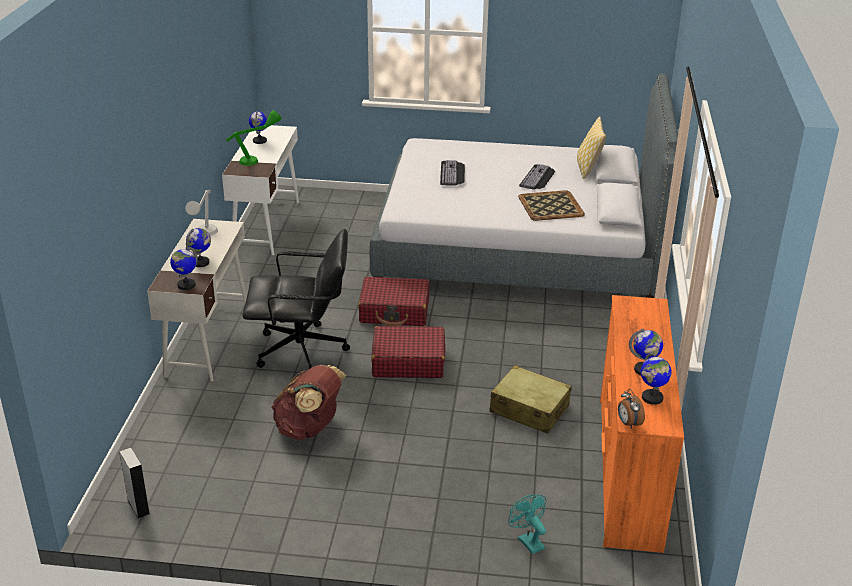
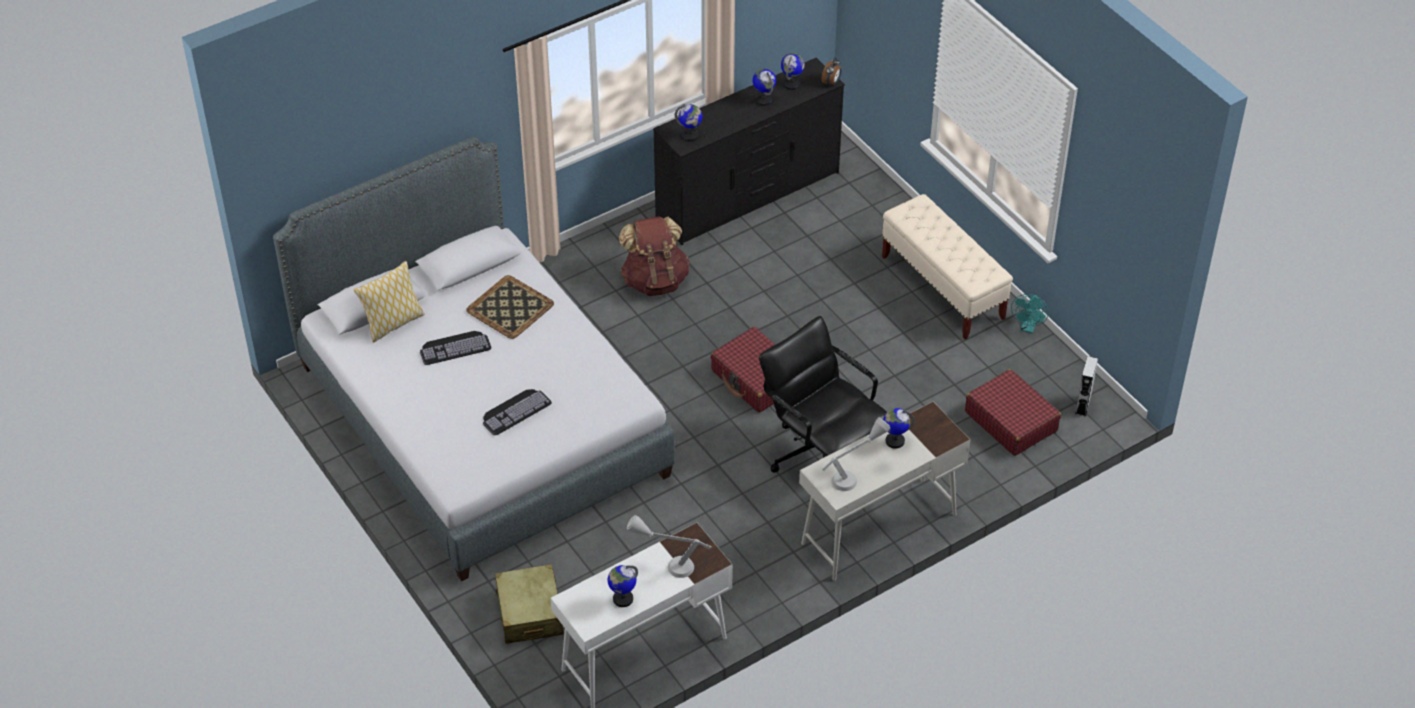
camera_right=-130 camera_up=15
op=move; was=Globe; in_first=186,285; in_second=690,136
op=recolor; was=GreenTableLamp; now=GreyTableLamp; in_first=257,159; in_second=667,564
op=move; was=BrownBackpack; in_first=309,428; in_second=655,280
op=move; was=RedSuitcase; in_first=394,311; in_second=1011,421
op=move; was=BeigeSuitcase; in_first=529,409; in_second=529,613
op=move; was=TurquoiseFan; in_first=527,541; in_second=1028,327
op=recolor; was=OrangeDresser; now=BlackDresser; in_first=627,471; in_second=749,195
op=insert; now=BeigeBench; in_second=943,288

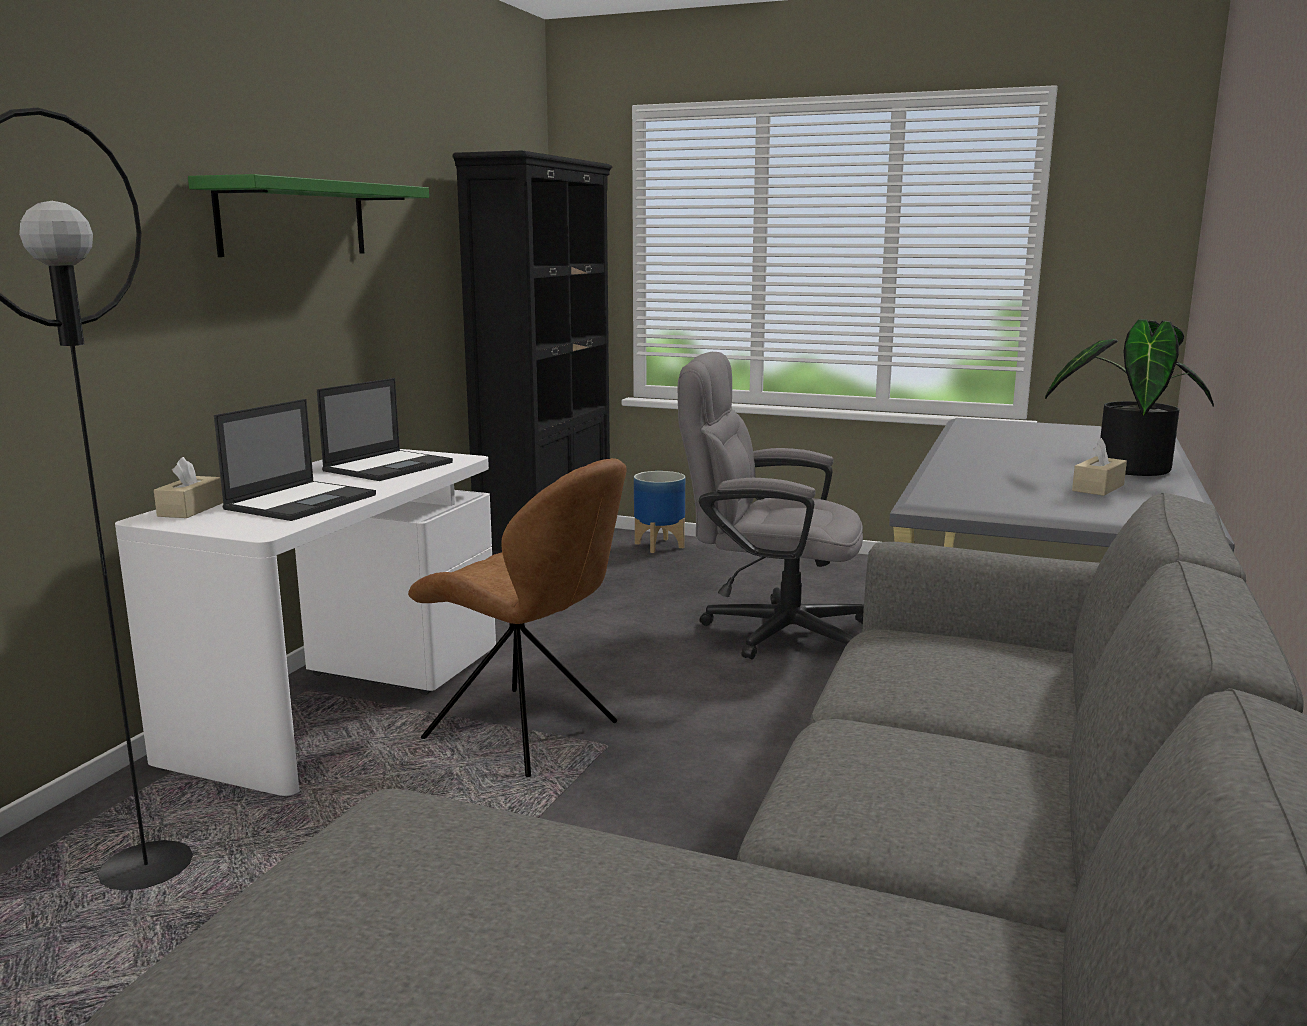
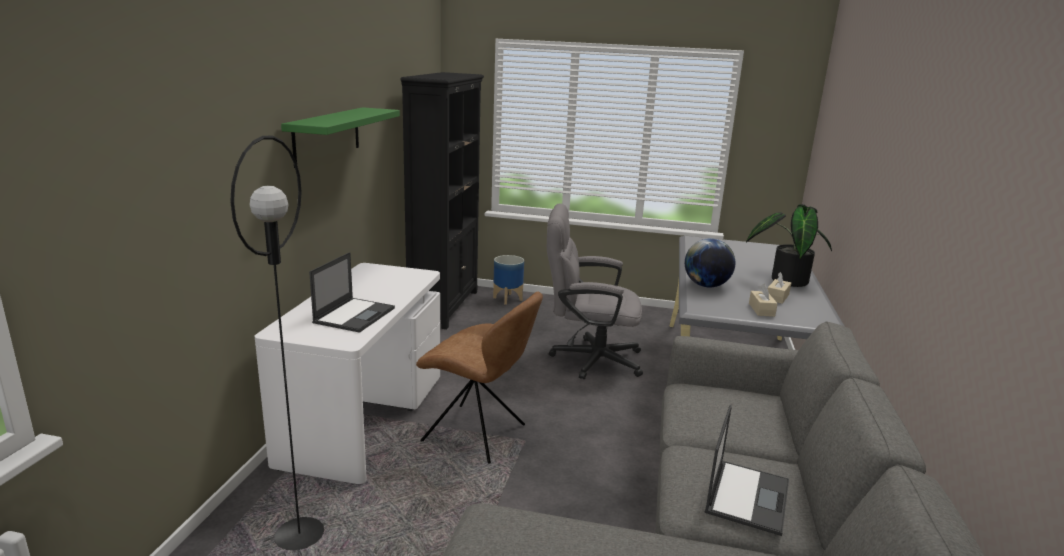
camera_right=-10 camera_up=5
op=move; was=BeigeTissueBox; in_first=191,509; in_second=761,310
op=move; was=Laptop; in_first=389,466; in_second=747,496
op=insert; now=Globe; in_second=706,285

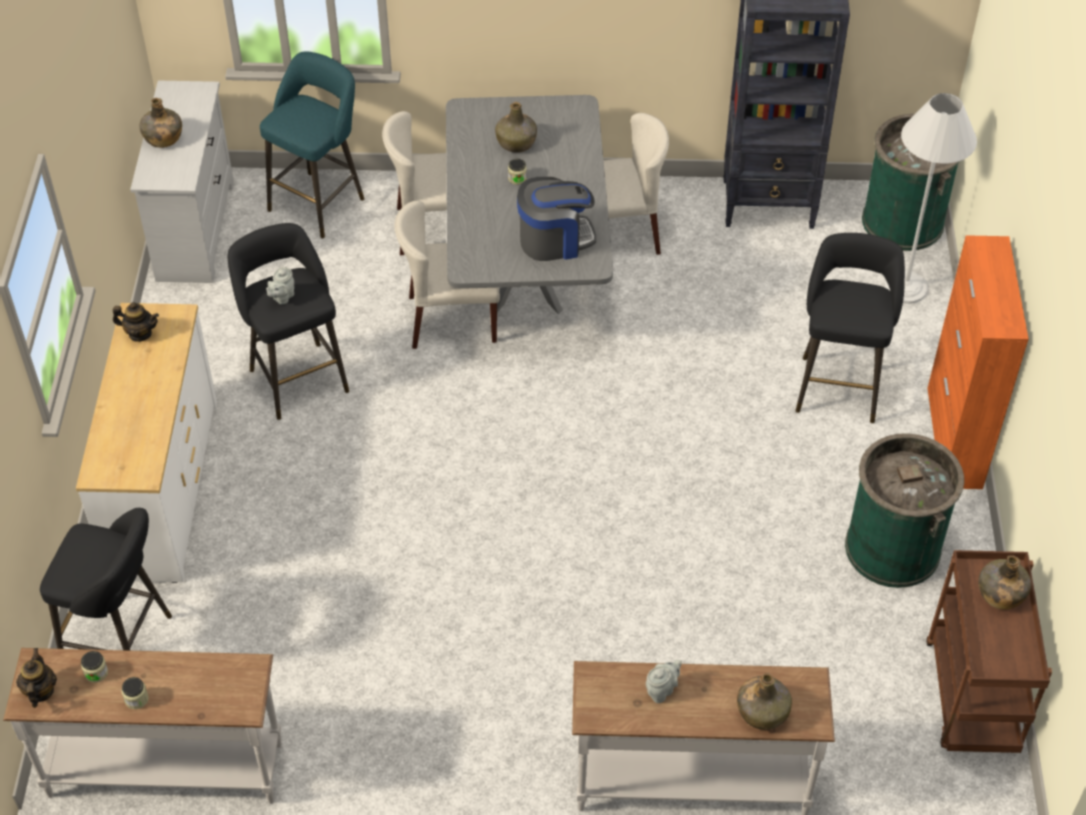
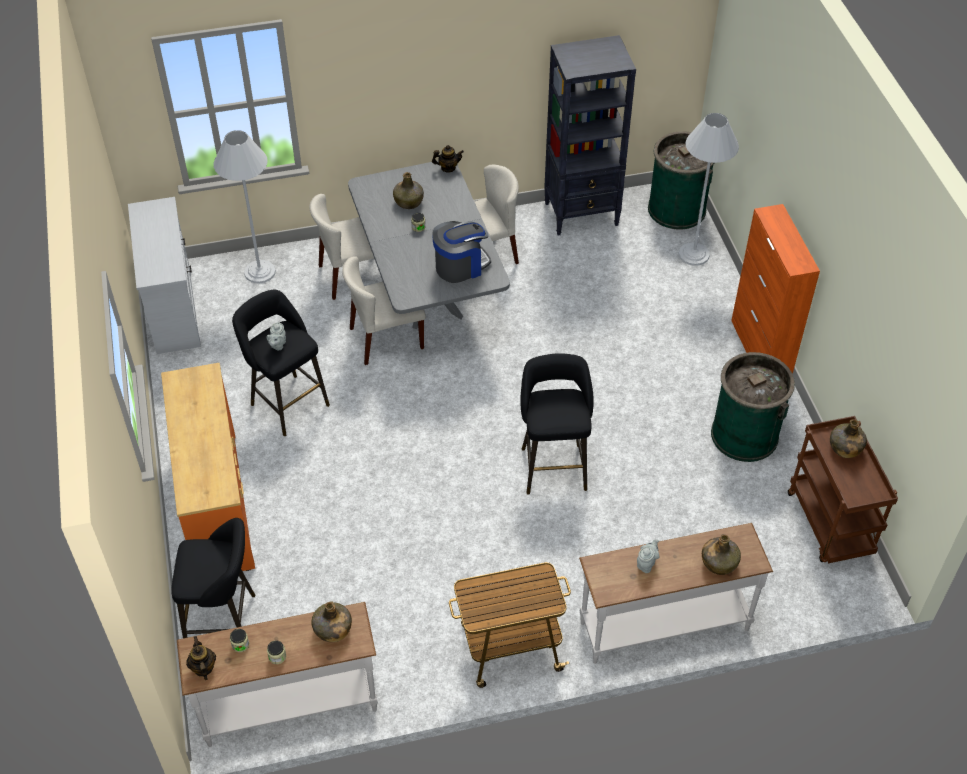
camera_right=-15 camera_up=0
op=recolor; was=WhiteDresser; now=OrangeDresser; in_first=163,488; in_second=216,504
op=move; was=Teapot; in_first=140,333; in_second=448,168
op=move; was=GreenBottle; in_first=163,138; in_second=332,629
op=replace; was=TurquoiseStool; now=WhiteFloorLamp; in_first=319,201; in_second=260,272
op=move; was=BlackStool; in_first=838,385; in_second=553,465
op=insert; now=Cart; in_second=509,648

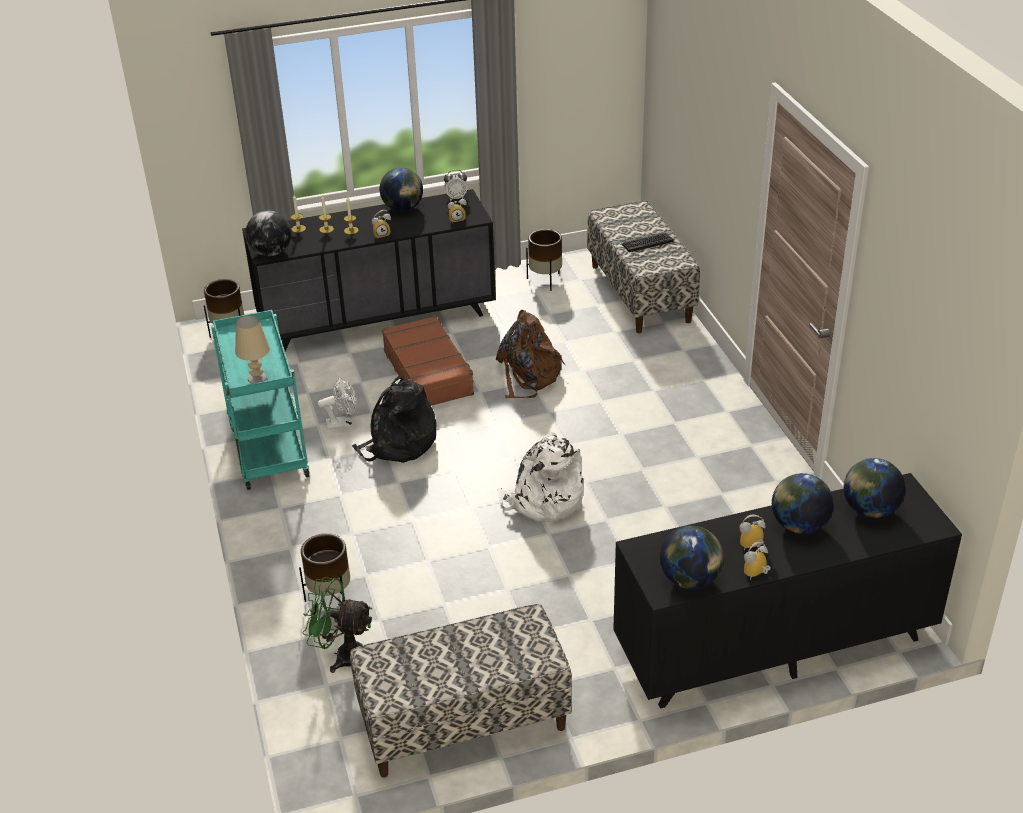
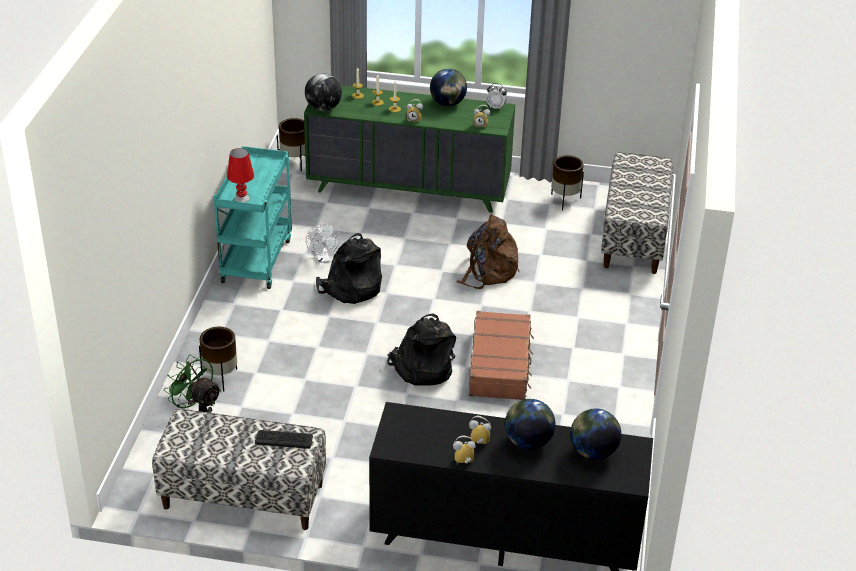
camera_right=25 camera_up=0
op=recolor; was=BeigeTableLamp; now=RedTableLamp; in_first=257,378; in_second=242,198
op=recolor; was=BlackDresser; now=GreenDresser; in_first=377,319; in_second=409,188
op=rotate; was=WhiteFan; in_first=343,423; in_second=323,259; clockwise=60
op=move; was=BrownSuitcase; in_first=428,372; in_second=500,365
op=recolor; was=WhiteBackpack; now=BlackBackpack; in_first=543,501; in_second=422,368
op=move; was=Keyboard; in_first=647,242; in_second=284,439
op=delete; was=Globe; in_first=690,579

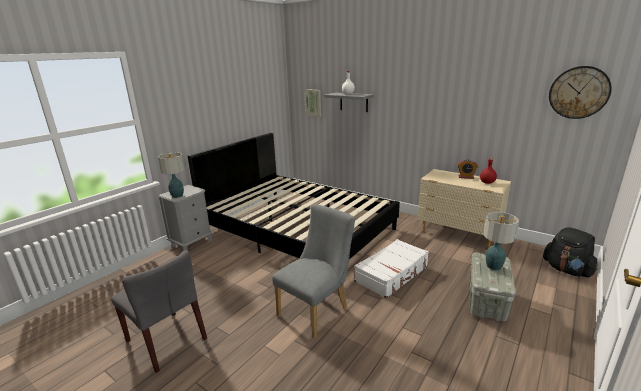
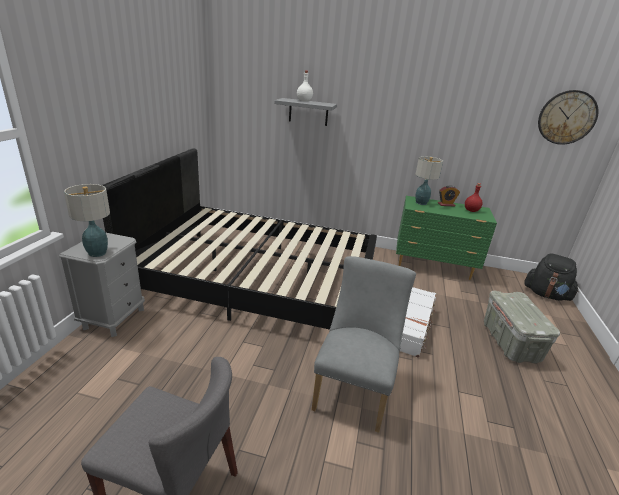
camera_right=-25 camera_up=5
op=delete; was=Picture; in_first=313,102
op=recolor; was=BeigeDresser; now=GreenDresser; in_first=458,235; in_second=434,267
op=move; was=TableLamp; in_first=494,267; in_second=421,203

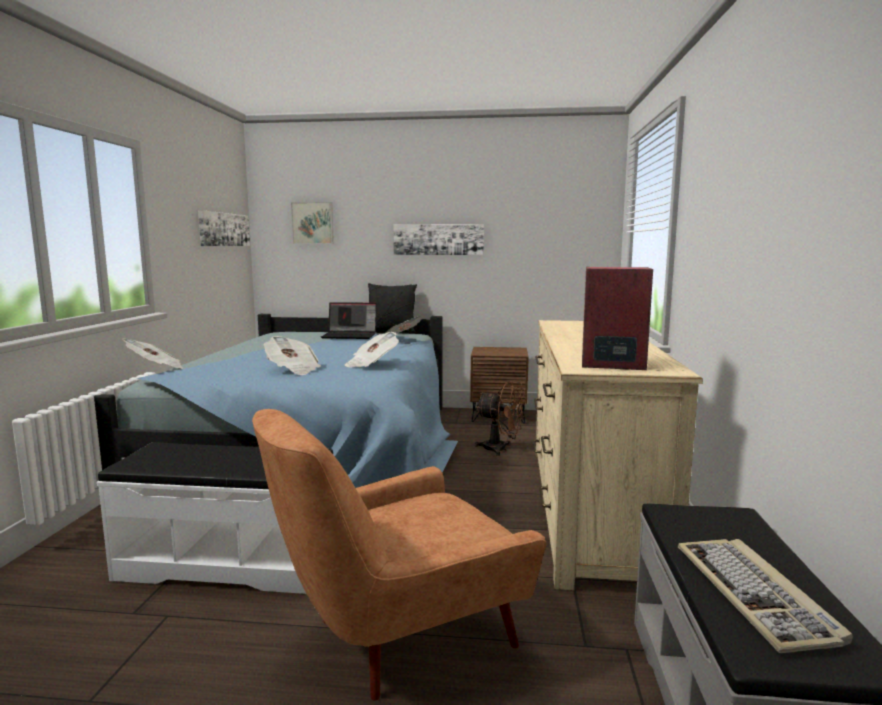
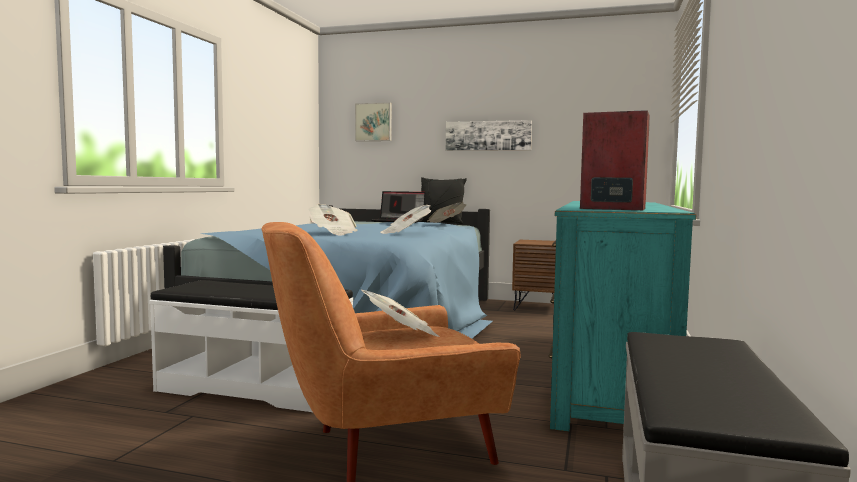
camera_right=10 camera_up=-5
op=move; was=Newspaper; in_first=156,368; in_second=401,334
op=delete; was=Picture; in_first=223,229
op=delete; was=BrownFan; in_first=501,449
op=recolor; was=BeigeDresser; now=TurquoiseDresser; in_first=589,507; in_second=609,376
op=delete; was=Keyboard; in_first=755,595

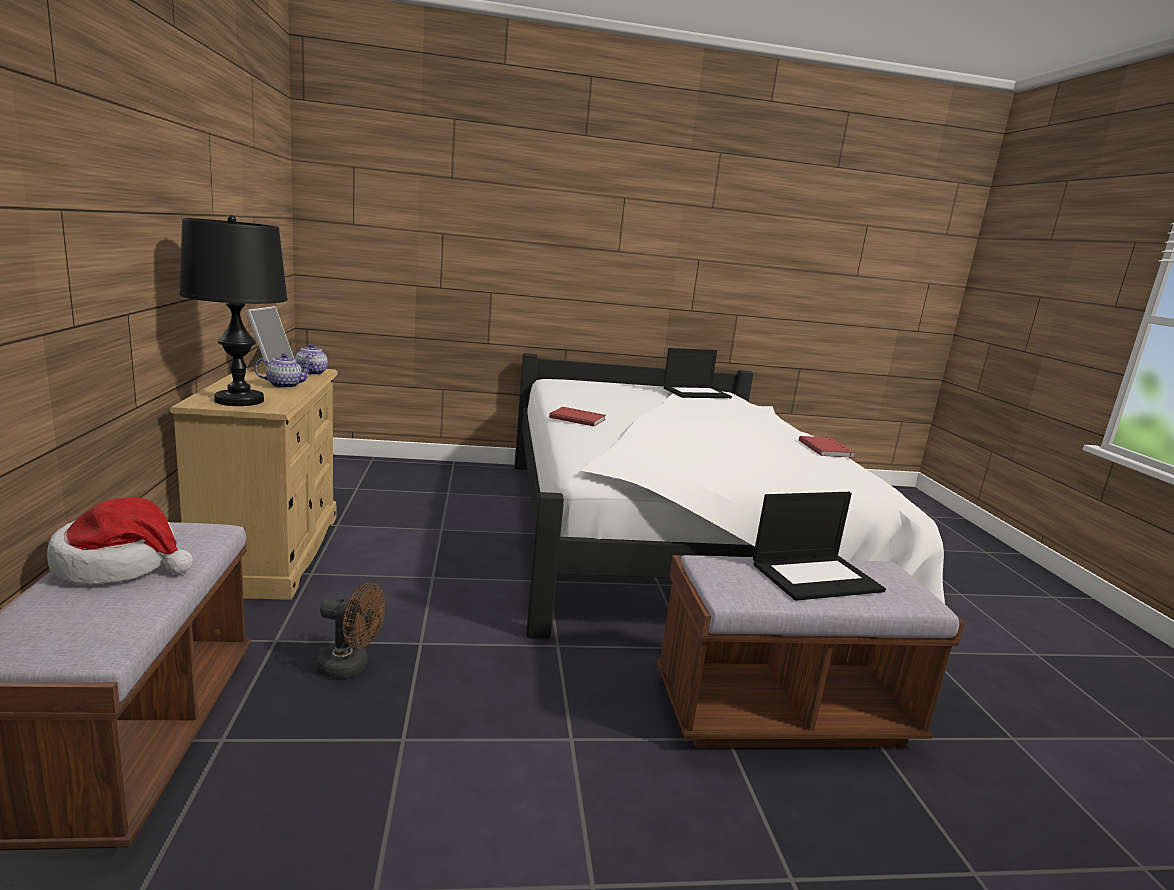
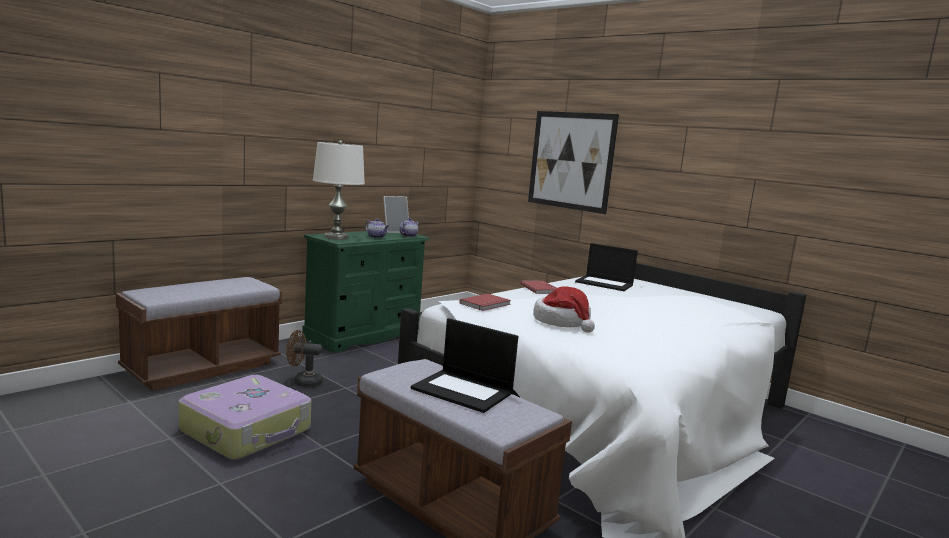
camera_right=50 camera_up=-5
op=move; was=Hat; in_first=120,564; in_second=562,322
op=recolor; was=BeigeDresser; now=GreenDresser; in_first=271,552; in_second=364,335
op=recolor; was=BlackTableLamp; now=WhiteTableLamp; in_first=239,400; in_second=336,237
op=rotate; was=BrownFan; in_first=351,667; in_second=303,382; clockwise=120
op=move; was=Laptop; in_first=696,393; in_second=605,283
op=move; was=RedBook; in_first=827,449; in_second=486,304
op=insert; now=Suitcase; in_second=247,430
op=insert; now=Picture; in_second=571,160

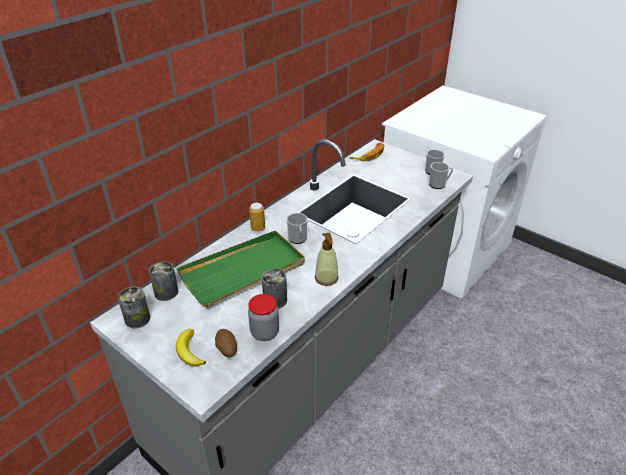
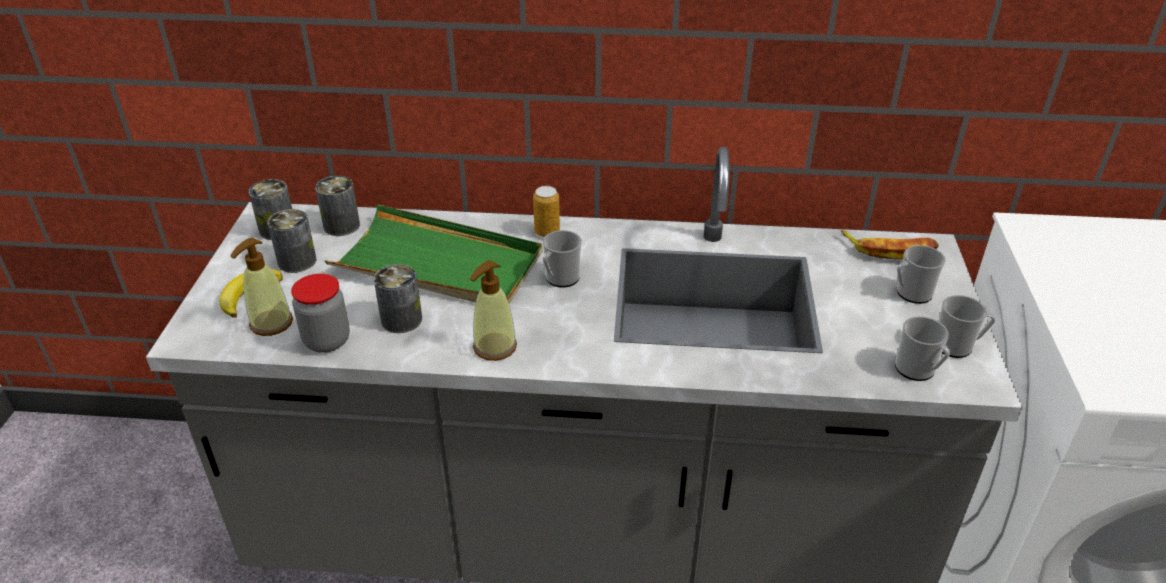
camera_right=55 camera_up=0
op=replace; was=Potato; now=SoapDispenser; in_first=226,350; in_second=271,323
op=insert; now=Can; in_second=297,261
op=insert; now=Mug; in_second=910,293

